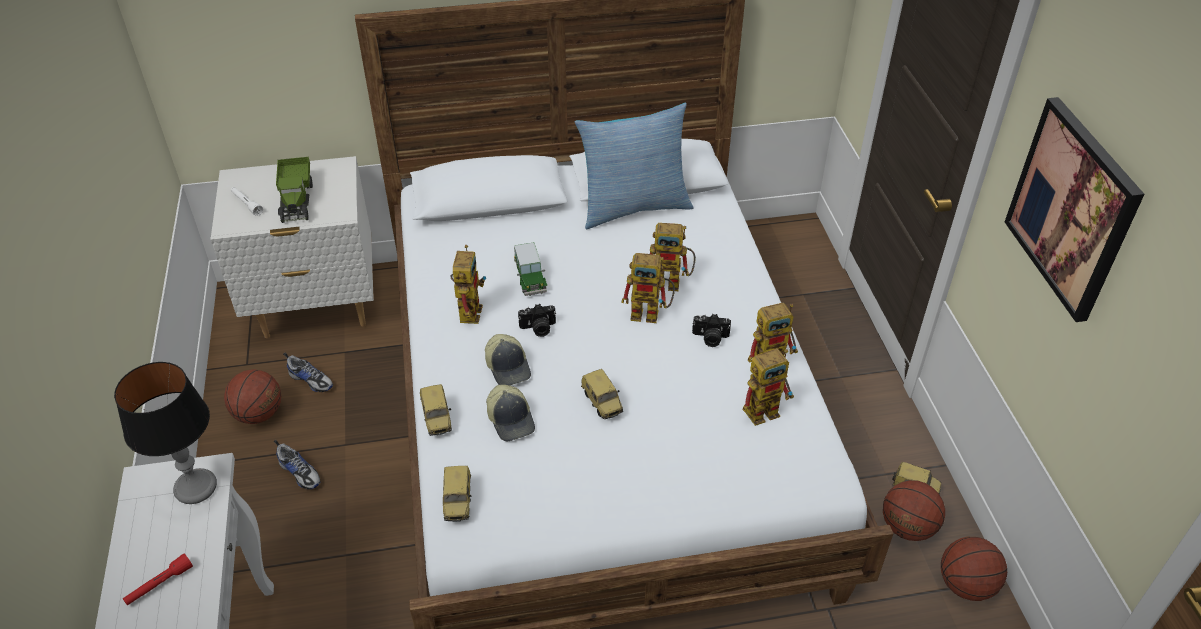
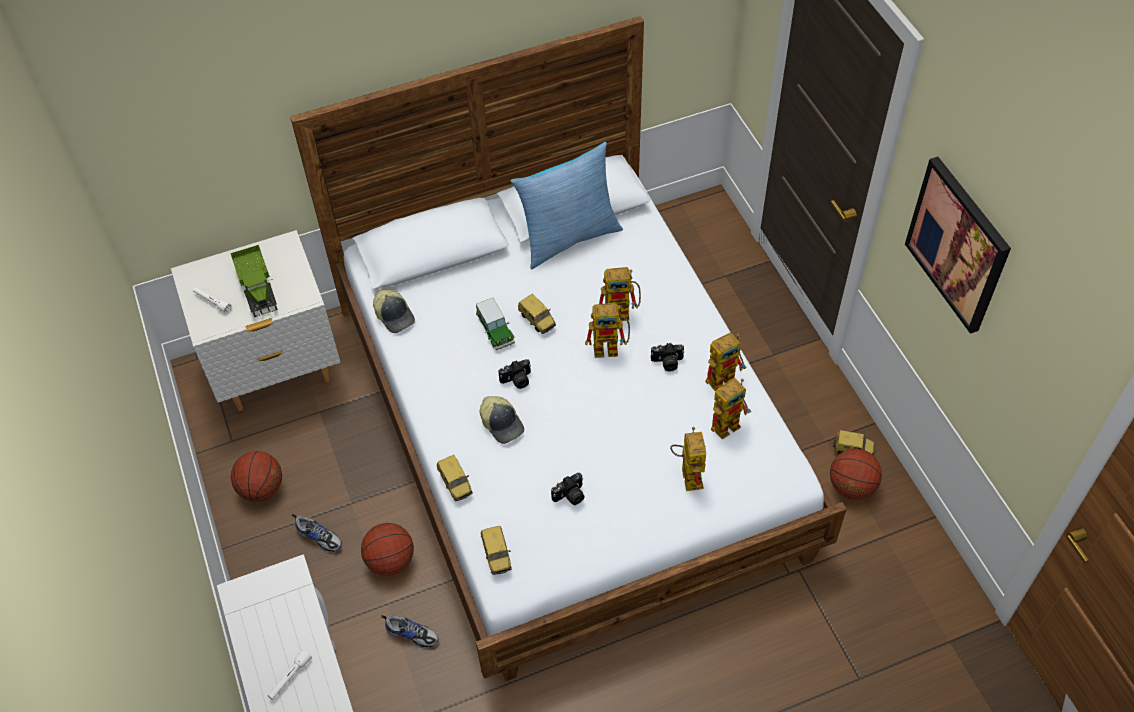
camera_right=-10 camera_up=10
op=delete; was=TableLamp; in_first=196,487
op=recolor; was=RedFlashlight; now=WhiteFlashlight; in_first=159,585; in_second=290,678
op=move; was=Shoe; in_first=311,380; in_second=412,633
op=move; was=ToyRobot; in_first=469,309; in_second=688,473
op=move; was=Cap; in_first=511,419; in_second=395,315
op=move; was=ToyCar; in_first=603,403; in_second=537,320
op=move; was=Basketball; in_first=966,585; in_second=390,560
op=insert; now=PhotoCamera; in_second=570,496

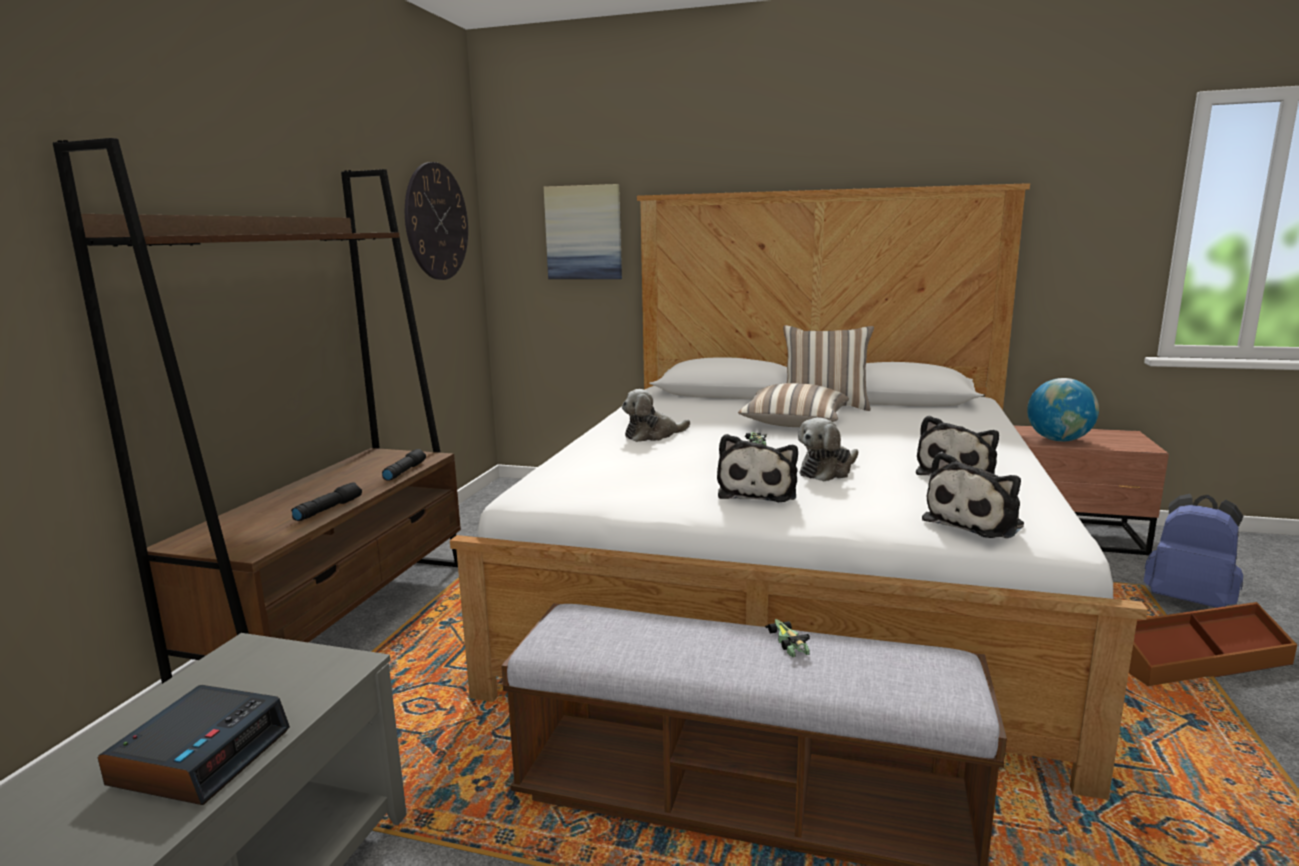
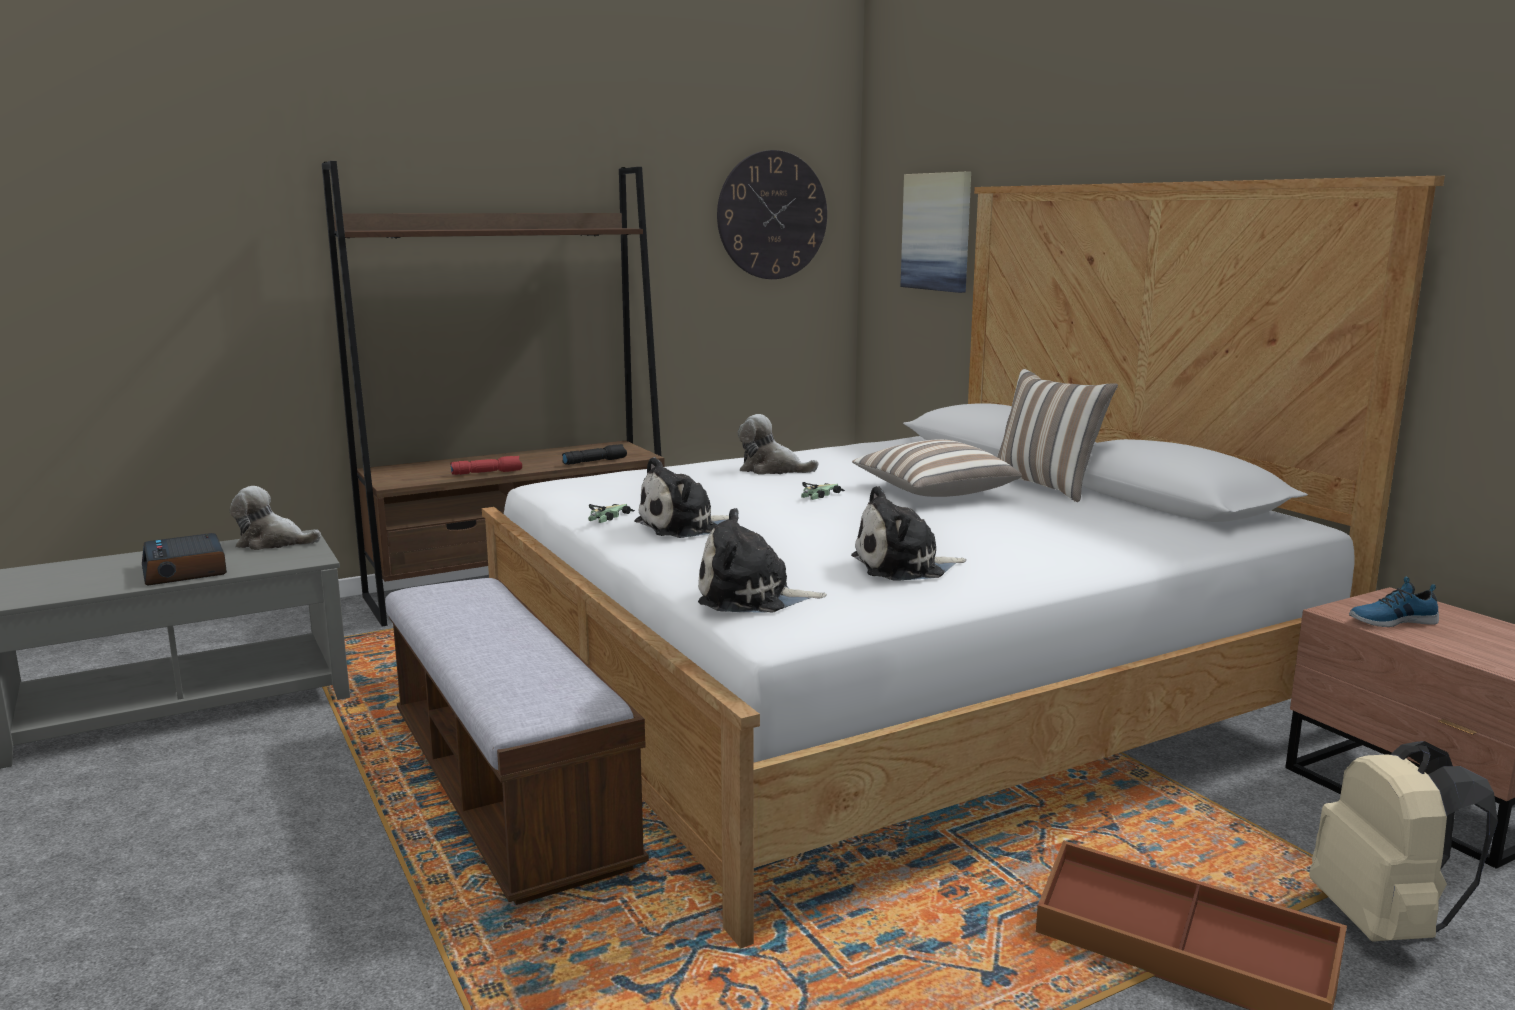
camera_right=45 camera_up=0
op=rotate; was=AlarmClock; in_first=201,756; in_second=185,570; clockwise=90
op=recolor; was=BlackFlashlight; now=RedFlashlight; in_first=328,509; in_second=487,473
op=move; was=ToyCar; in_first=788,641; in_second=610,516
op=move; was=PlushToy; in_first=827,471; in_second=272,543
op=replace; was=Globe; now=Shoe; in_first=1058,440; in_second=1391,621
op=recolor; was=BlueBackpack; now=BeigeBackpack; in_first=1188,600; in_second=1384,924

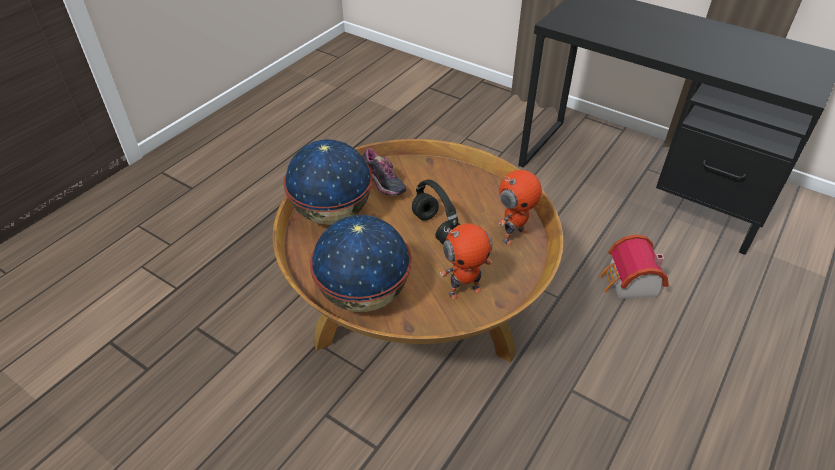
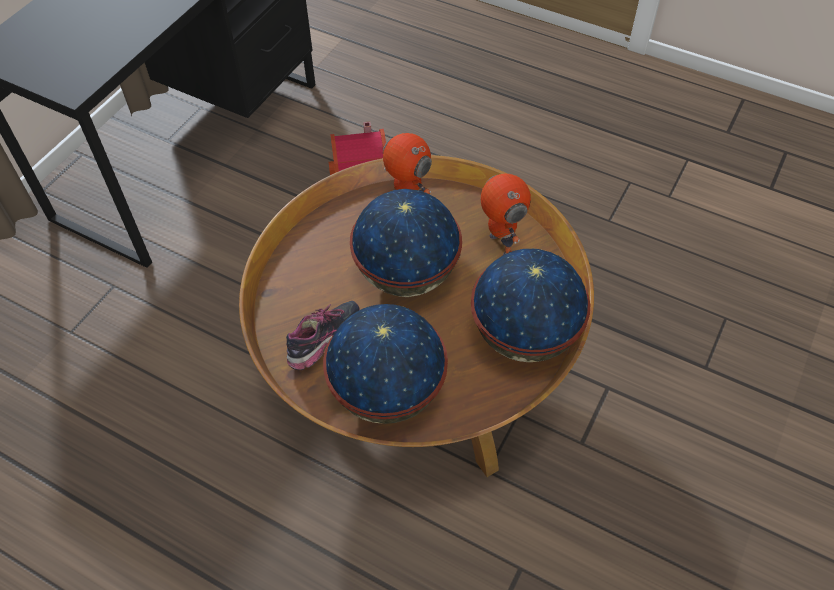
camera_right=-95 camera_up=10
op=replace; was=BlackHeadphones; now=Globe; in_first=437,229; in_second=406,275

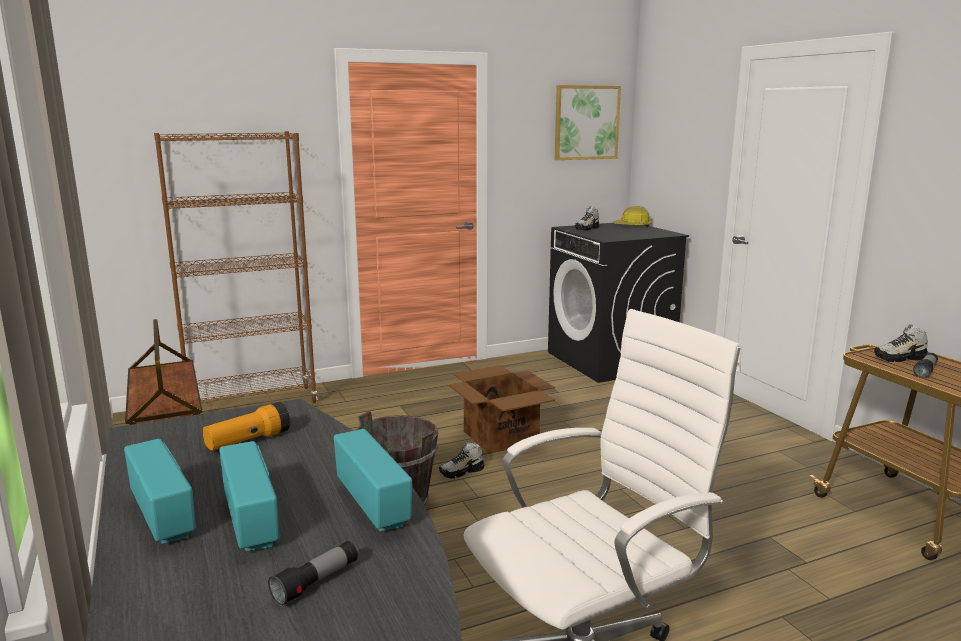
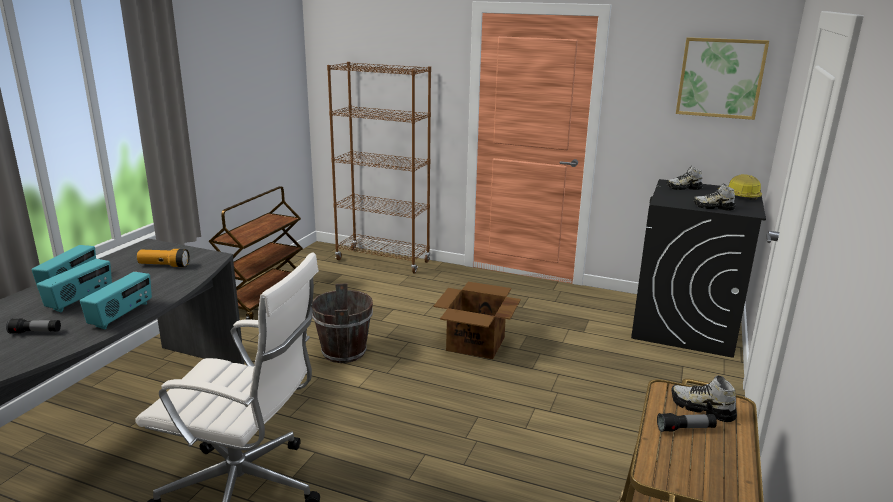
camera_right=45 camera_up=5
op=move; was=Shoe; in_first=462,471; in_second=713,207

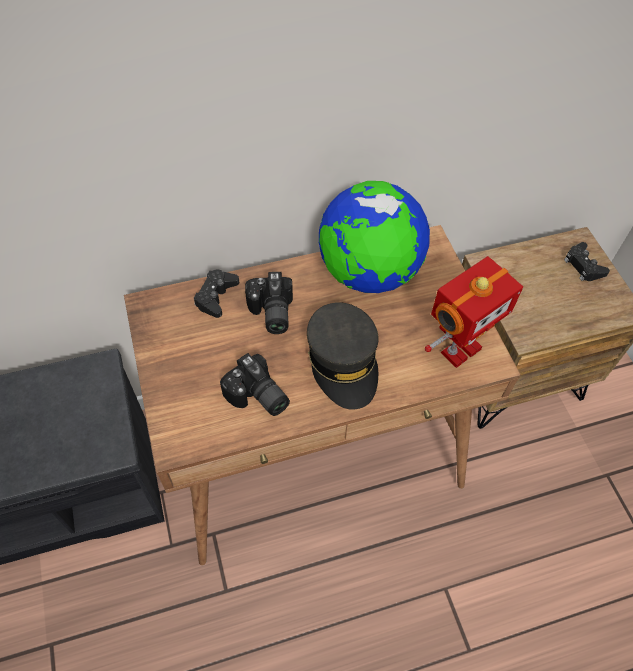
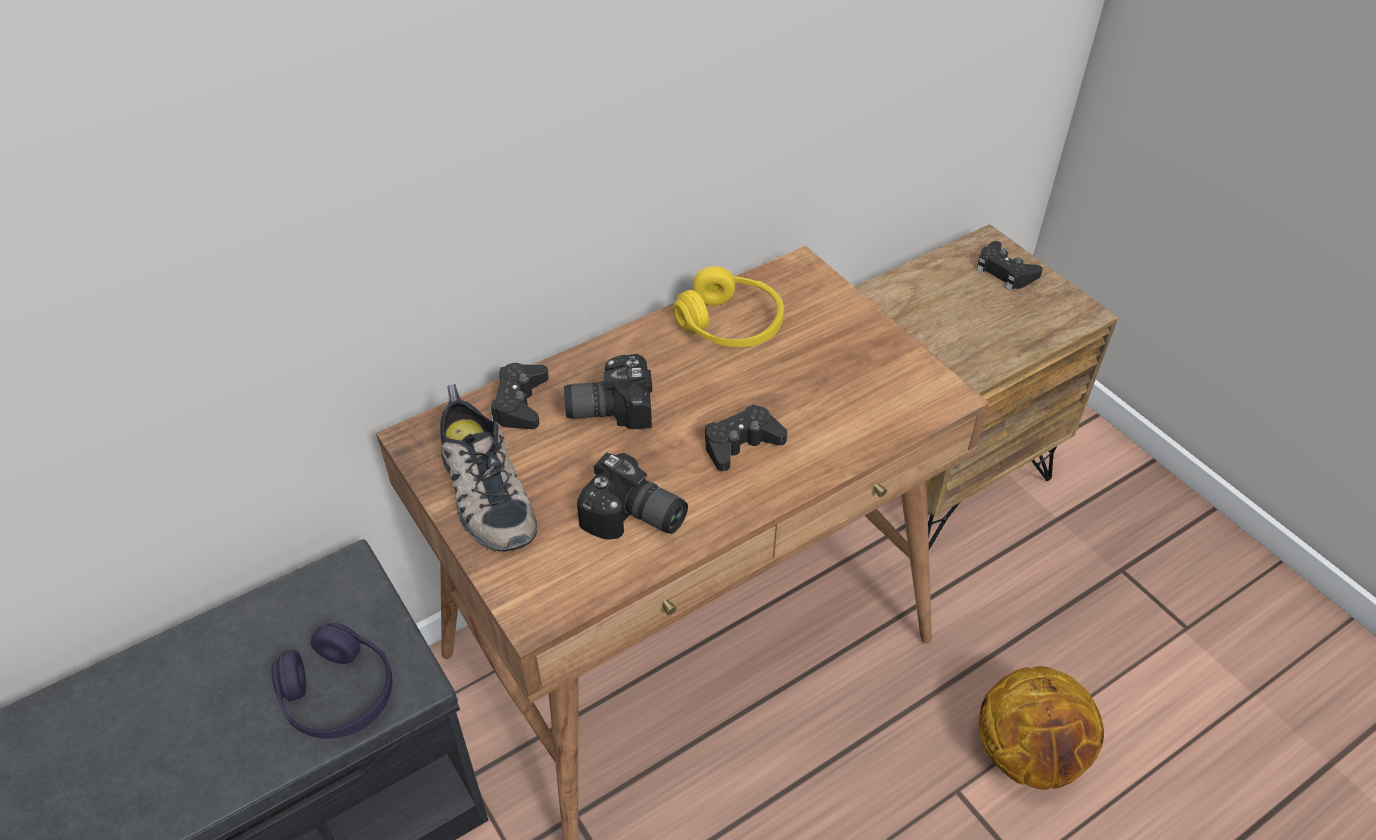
camera_right=-15 camera_up=-10
op=rotate; was=PhotoCamera; in_first=270,313; in_second=609,406; clockwise=105
op=replace; was=GreyCap; now=BlackGameController; in_first=343,362; in_second=741,444
op=replace; was=Globe; now=YellowHeadphones; in_first=368,273; in_second=730,325
op=delete; was=ToyRobot; in_first=458,349
op=insert; now=PurpleHeadphones; in_second=338,694
op=insert; now=Shoe; in_second=482,490
op=insert; now=Basketball; in_second=1029,755

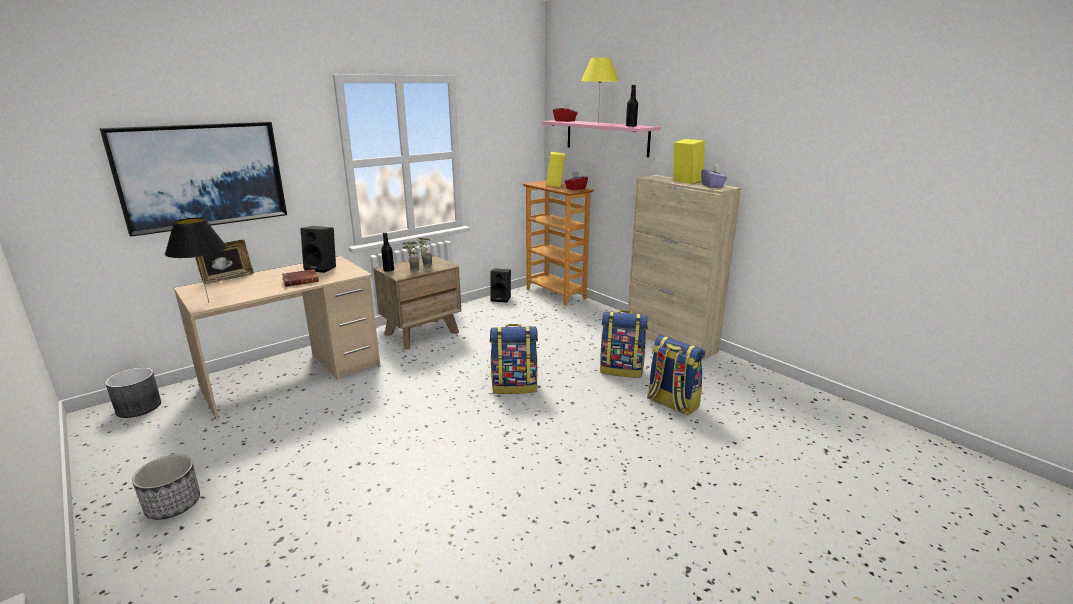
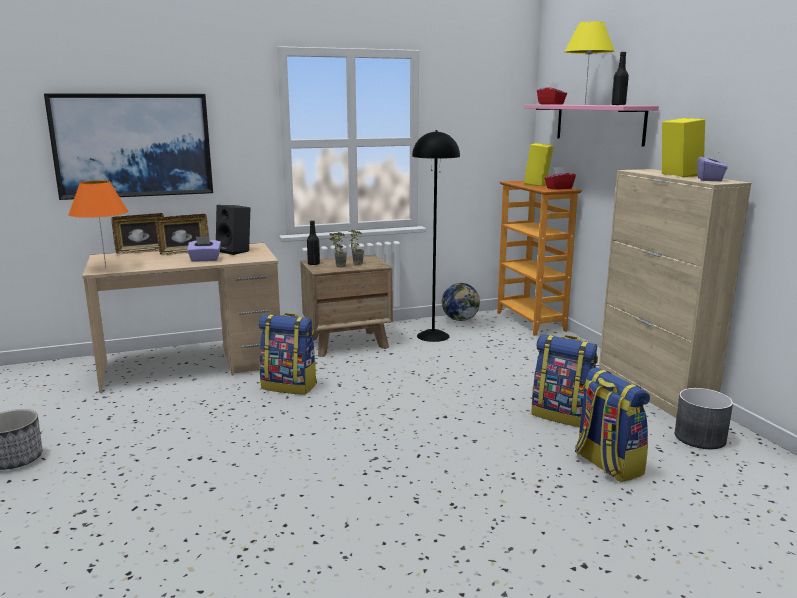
camera_right=20 camera_up=-5
op=move; was=GreyPlanter; in_first=139,407; in_second=699,437
op=recolor; was=BlackTableLamp; now=OrangeTableLamp; in_first=209,302; in_second=106,269
op=replace; was=BrownBook; now=PurpleTissueBox; in_first=301,281; in_second=205,259
op=replace; was=BlackSpeaker; now=Globe; in_first=501,299; in_second=460,319
op=move; was=Backpack; in_first=514,386; in_second=290,386
op=insert; now=PictureFrame; in_second=185,252
op=insert; now=BlackFloorLamp; in_second=433,336

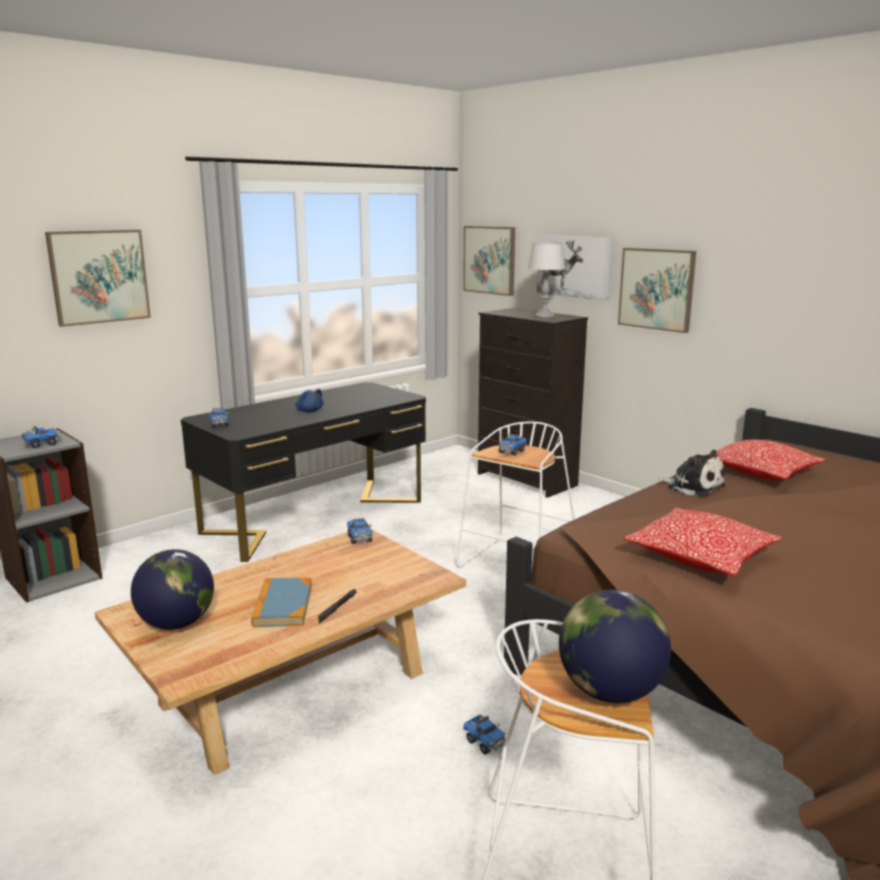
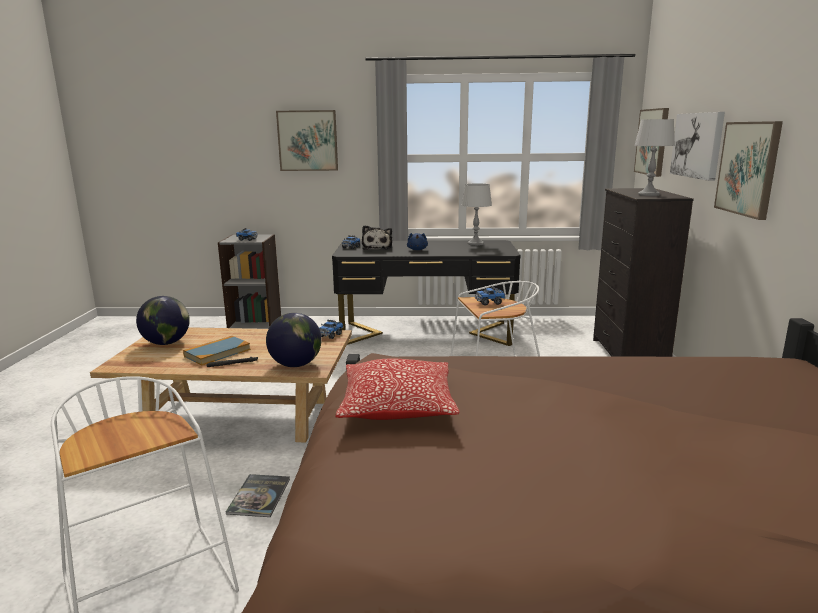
camera_right=45 camera_up=0
op=replace; was=ToyTruck; now=Book; in_first=485,742; in_second=259,496
op=move; was=Globe; in_first=609,691; in_second=296,364
op=move; was=PlushToy; in_first=693,486; in_second=377,248
op=delete; was=Pillow; in_first=762,473
op=insert; now=GreyTableLamp; in_second=475,244

